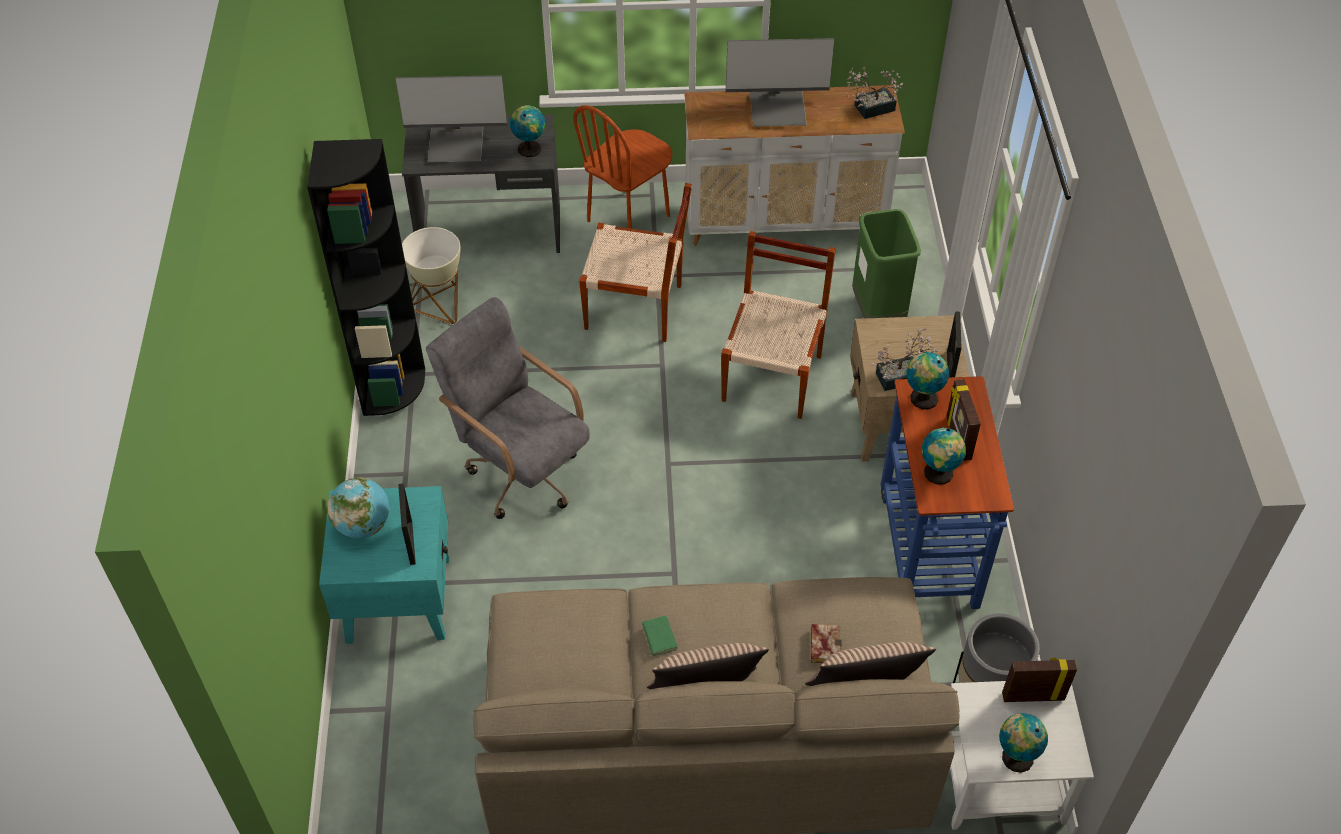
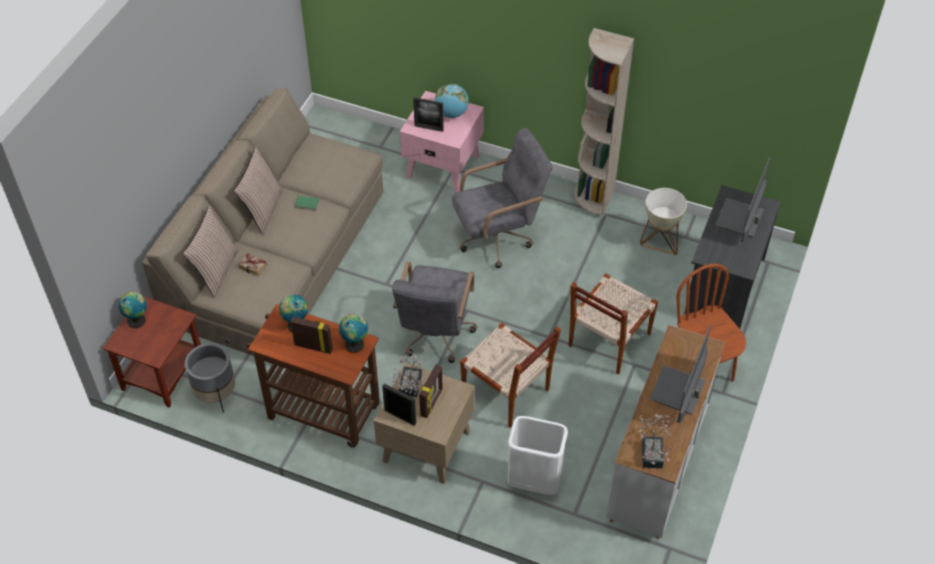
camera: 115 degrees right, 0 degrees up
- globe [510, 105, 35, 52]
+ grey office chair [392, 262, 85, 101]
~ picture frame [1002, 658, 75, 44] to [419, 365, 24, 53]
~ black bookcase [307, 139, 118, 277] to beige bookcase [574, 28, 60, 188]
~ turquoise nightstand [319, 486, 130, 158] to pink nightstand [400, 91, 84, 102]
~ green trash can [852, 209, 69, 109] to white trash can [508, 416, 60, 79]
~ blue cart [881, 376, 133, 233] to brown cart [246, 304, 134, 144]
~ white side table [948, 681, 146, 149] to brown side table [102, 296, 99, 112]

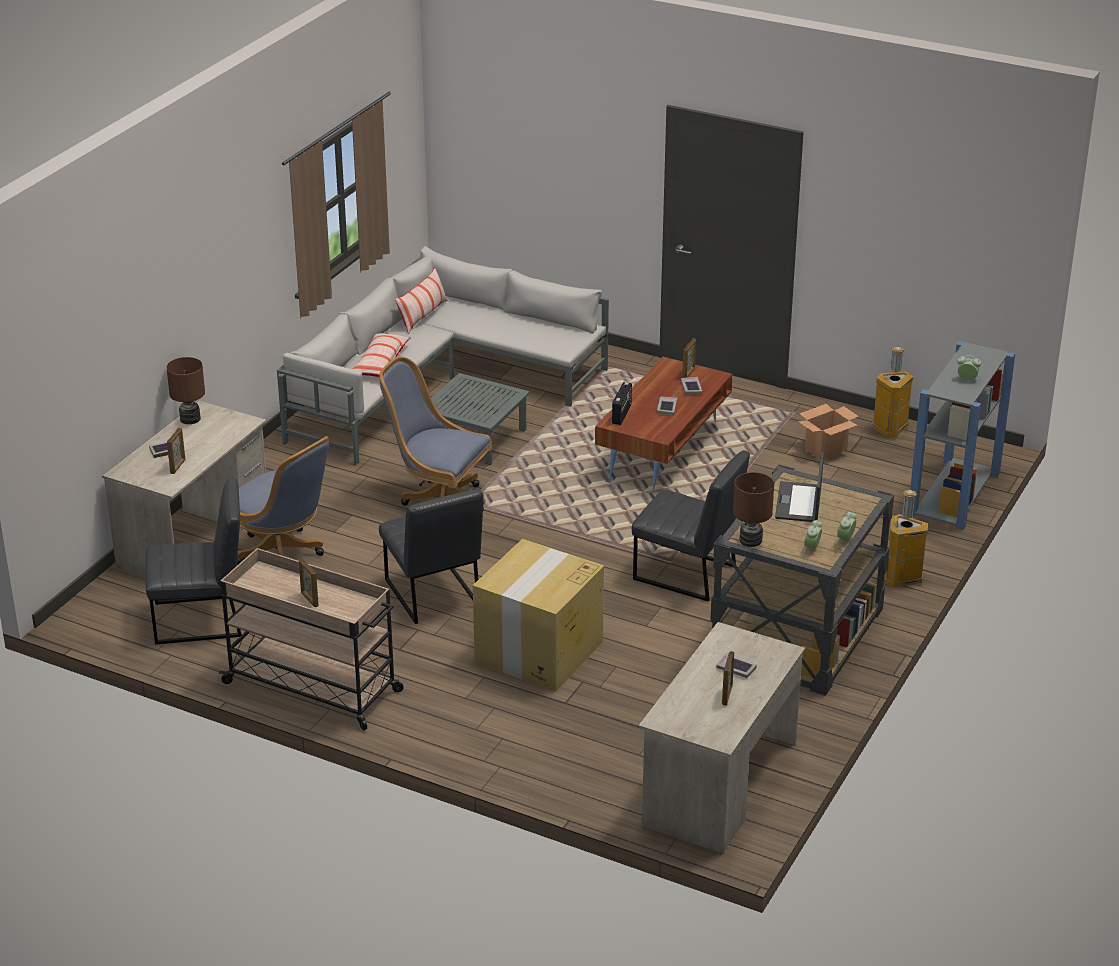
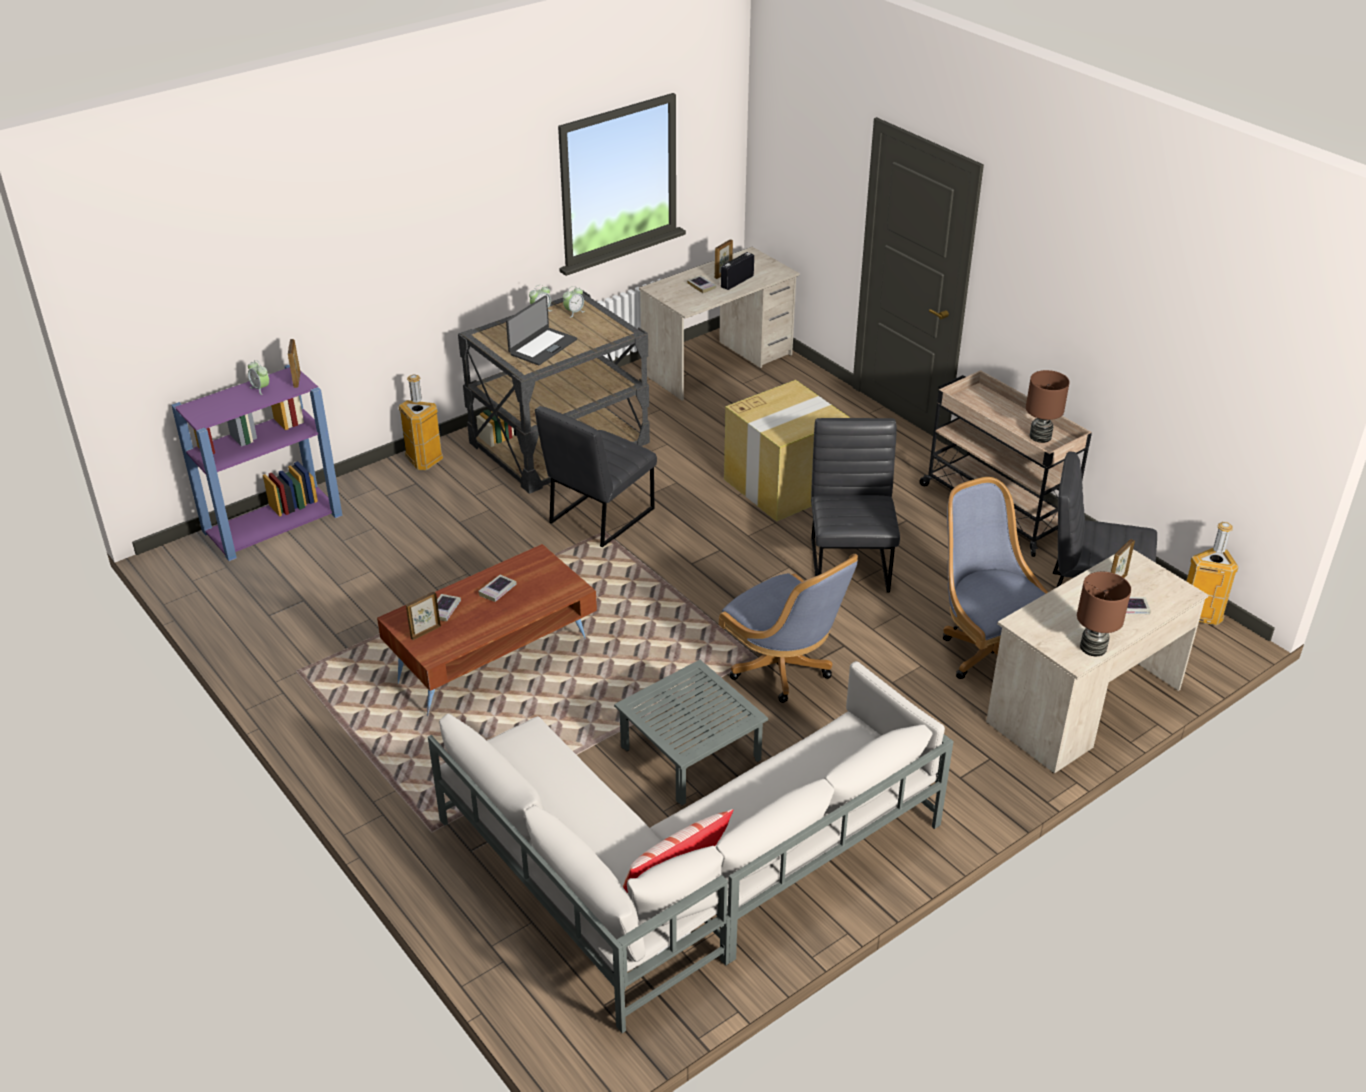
camera: 155 degrees left, 5 degrees up
- pillow [353, 333, 57, 44]
- cardboard box [798, 404, 61, 55]
~ picture frame [299, 558, 20, 49] to [288, 339, 12, 49]
~ radio [612, 382, 20, 43] to [721, 252, 33, 38]
~ brown table lamp [733, 472, 41, 75] to [1026, 370, 44, 73]
~ trash can [872, 346, 41, 92] to [1186, 522, 52, 103]
~ grey bookcase [910, 341, 105, 189] to purple bookcase [171, 364, 172, 197]
~ grey chair [632, 450, 118, 152] = [535, 406, 122, 141] 105 degrees counterclockwise

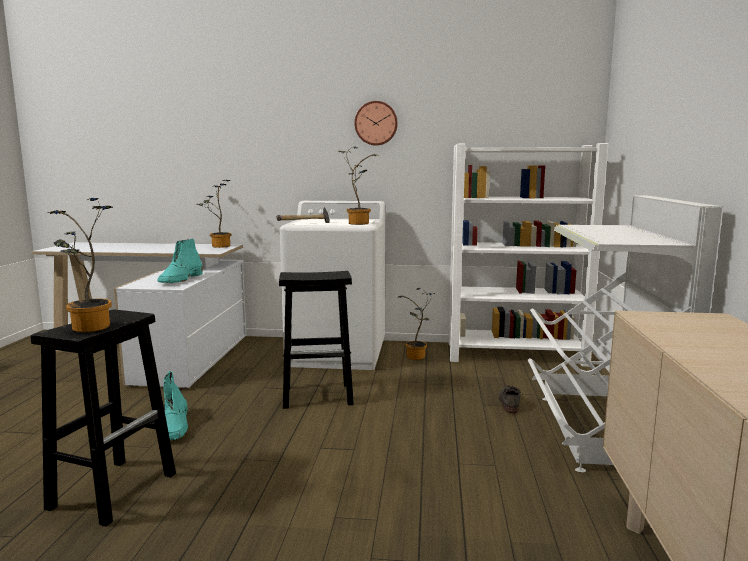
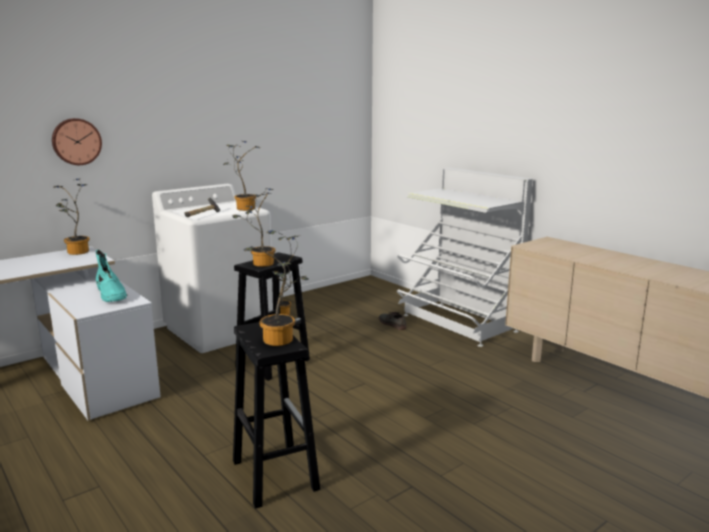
camera: 45 degrees left, 5 degrees up
- turquoise boot [163, 371, 25, 69]
- white bookcase [449, 143, 159, 224]
+ potted plant [232, 188, 44, 79]
~ wall clock [355, 101, 43, 45] to [52, 118, 50, 47]

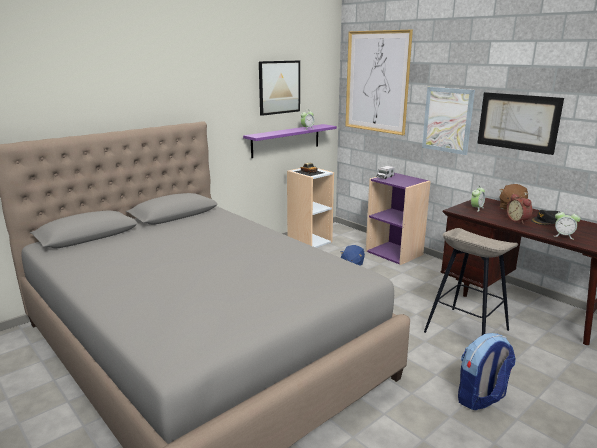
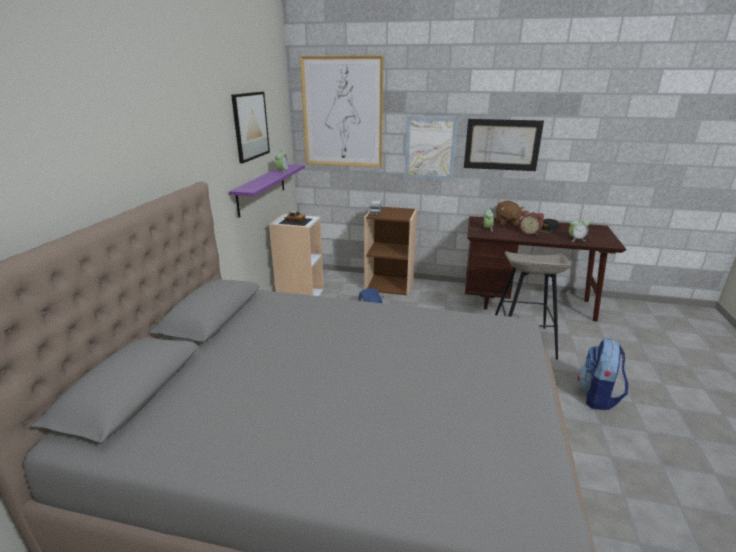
camera: 35 degrees left, 5 degrees up
~ purple bookcase [366, 173, 65, 92] to brown bookcase [364, 207, 53, 89]

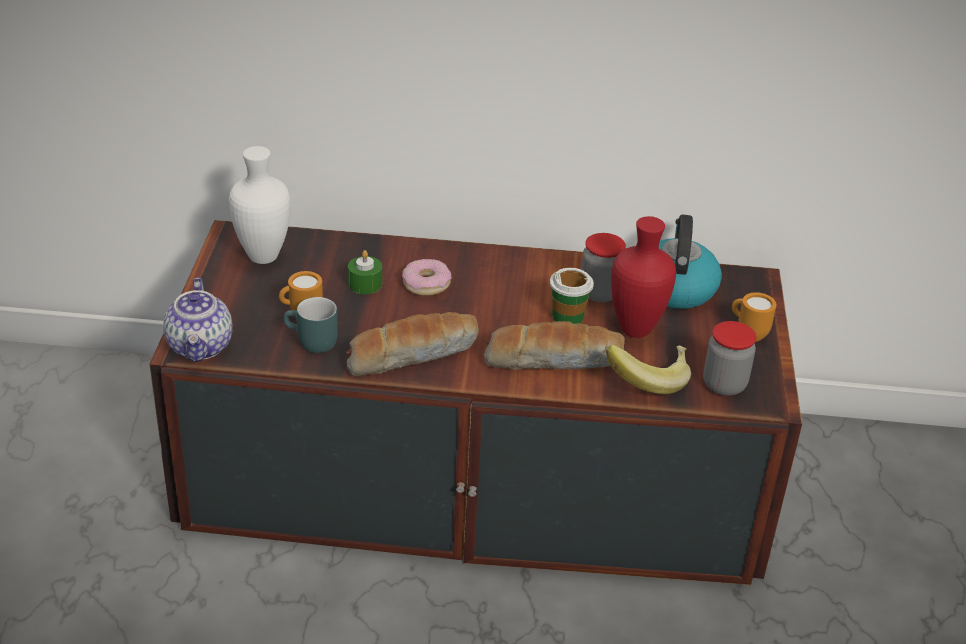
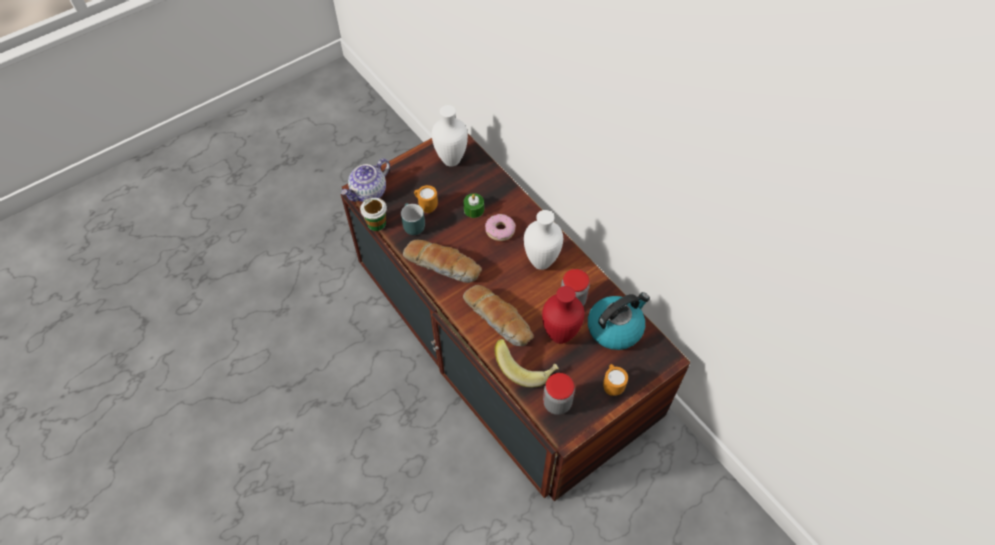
camera: 50 degrees right, 20 degrees up
+ white vase [524, 210, 39, 60]
~ cup [550, 268, 44, 56] to [360, 198, 27, 33]

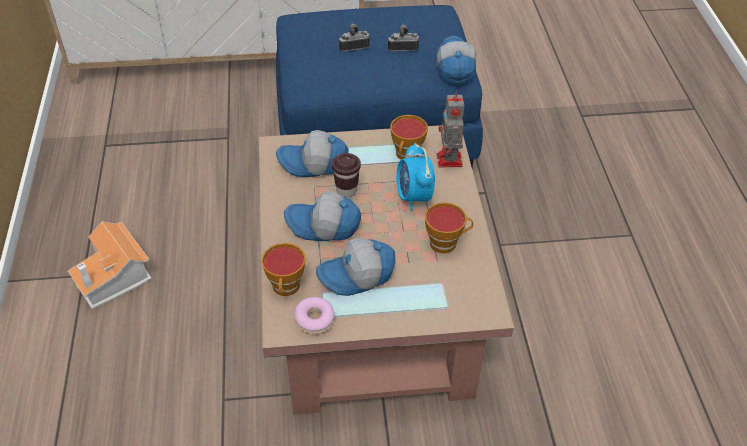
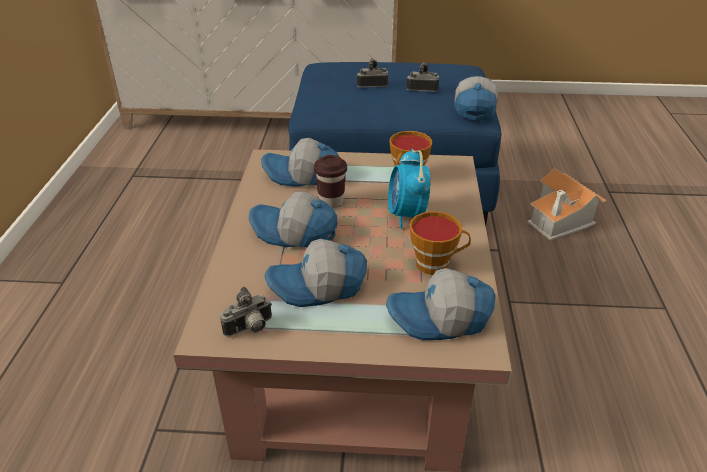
camera: 10 degrees right, 10 degrees down
- cup [261, 243, 45, 53]
- toy robot [437, 90, 27, 78]
+ cap [386, 268, 110, 72]
~ toy house [68, 222, 84, 87] to [527, 168, 79, 73]
~ donut [294, 297, 40, 37] to photo camera [220, 287, 52, 50]

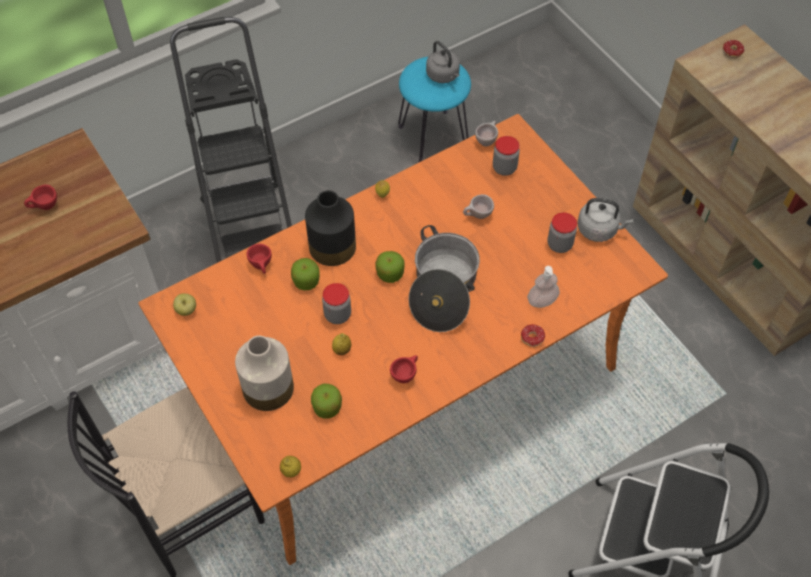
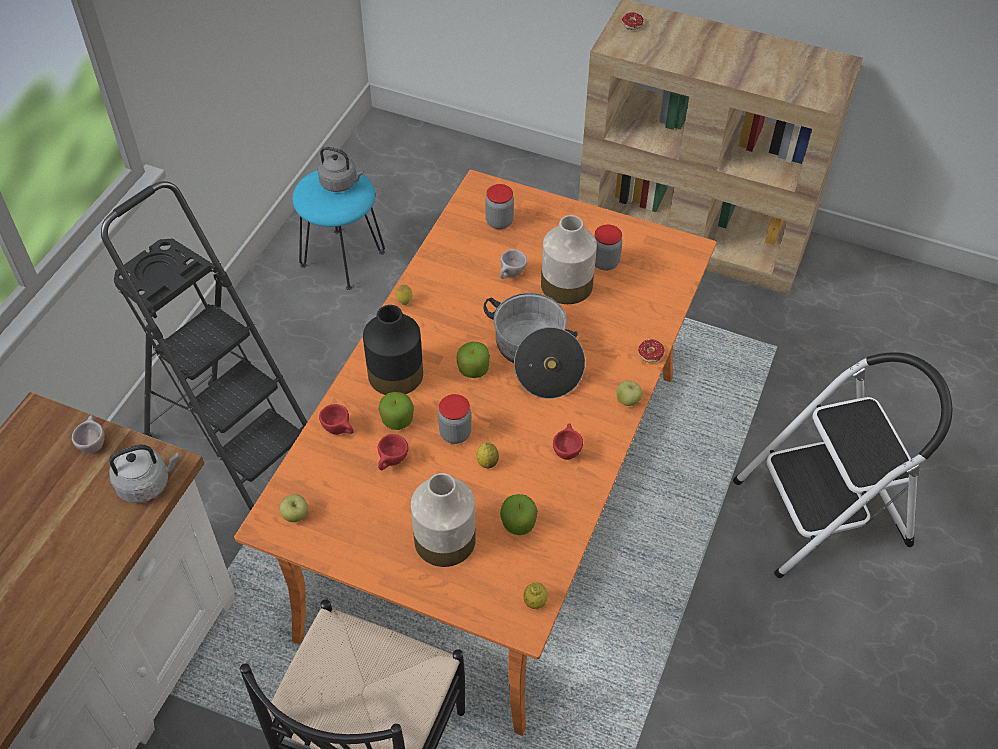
camera: 35 degrees left, 5 degrees down
- soap dispenser [527, 266, 33, 42]
+ beige vase [541, 215, 56, 89]
+ apple [616, 380, 26, 26]
~ red cup [24, 185, 33, 25] to [378, 434, 30, 36]
~ beige cup [475, 121, 23, 25] to [72, 415, 33, 38]
~ grey kettle [578, 198, 55, 44] to [109, 444, 71, 59]

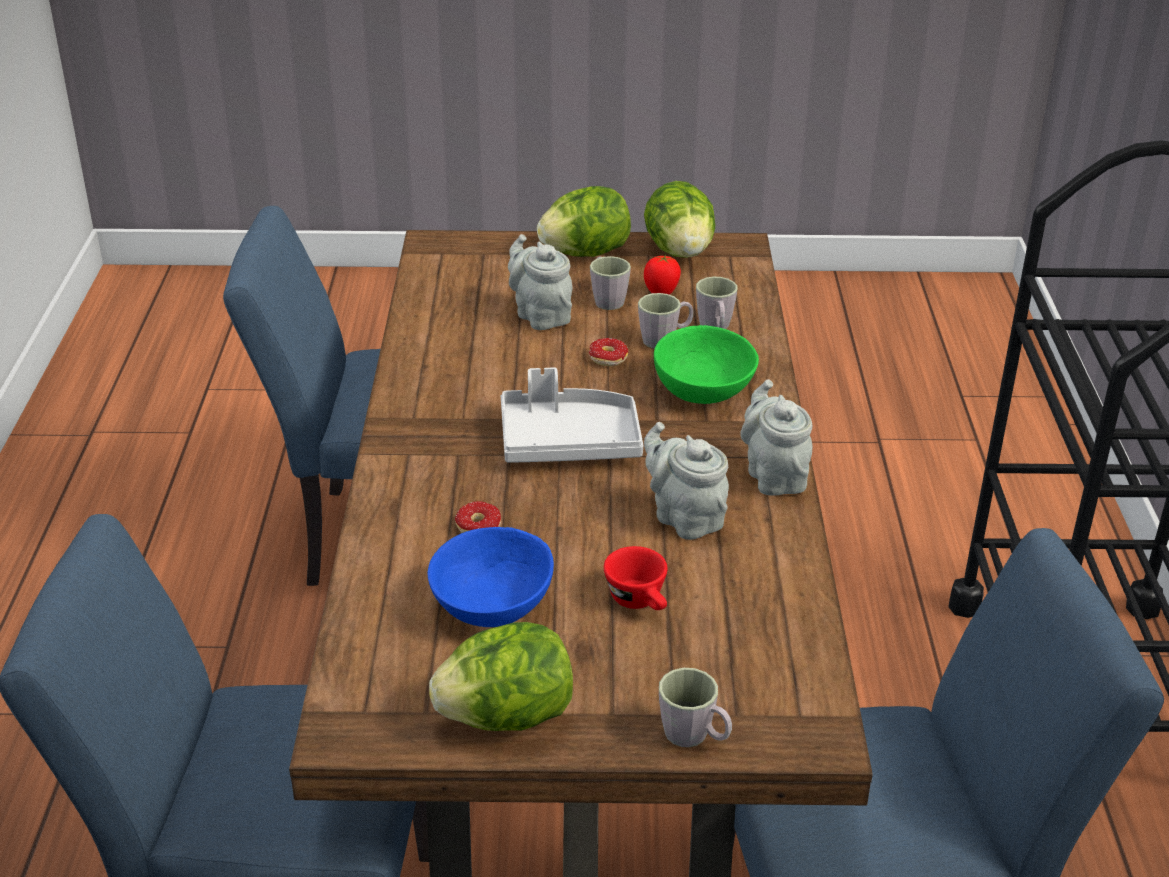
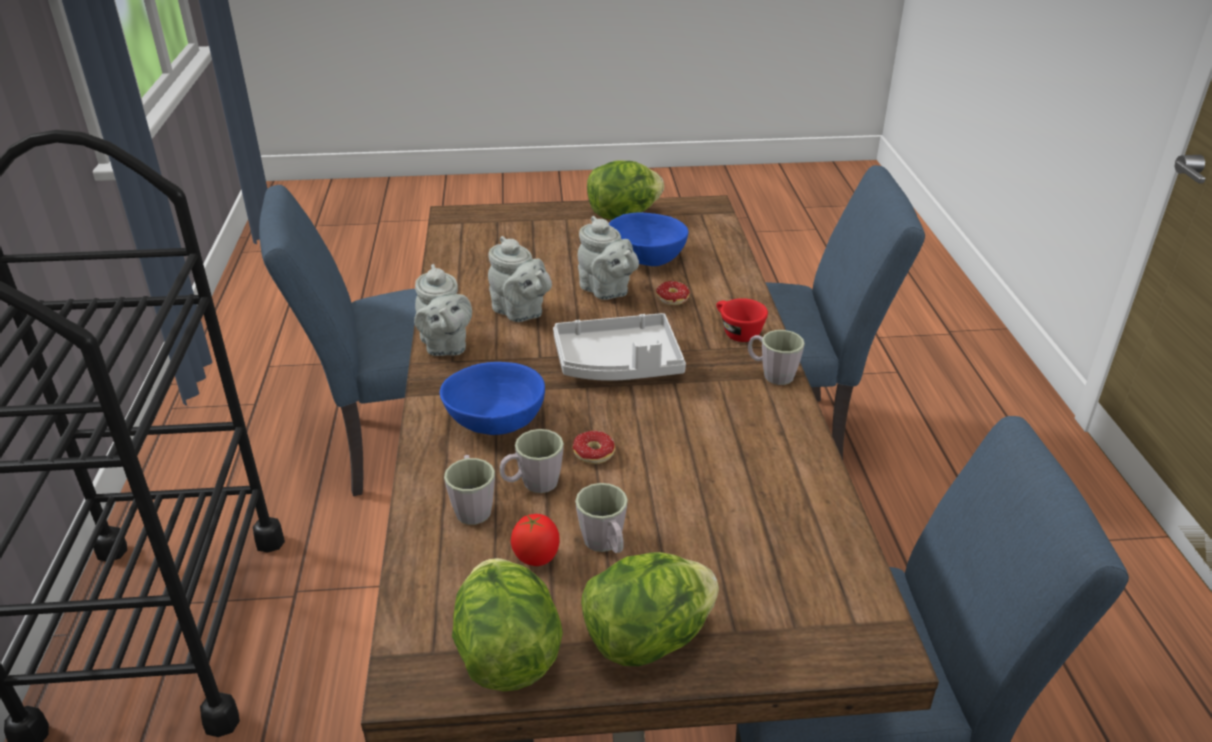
camera: 175 degrees right, 0 degrees up
~ grey teapot [508, 234, 65, 96] to [578, 216, 61, 84]
~ red cup [604, 546, 64, 64] to [716, 298, 52, 44]
~ grey mug [659, 668, 73, 79] to [748, 330, 57, 55]
~ green bowl [654, 325, 105, 79] to blue bowl [440, 362, 105, 73]

